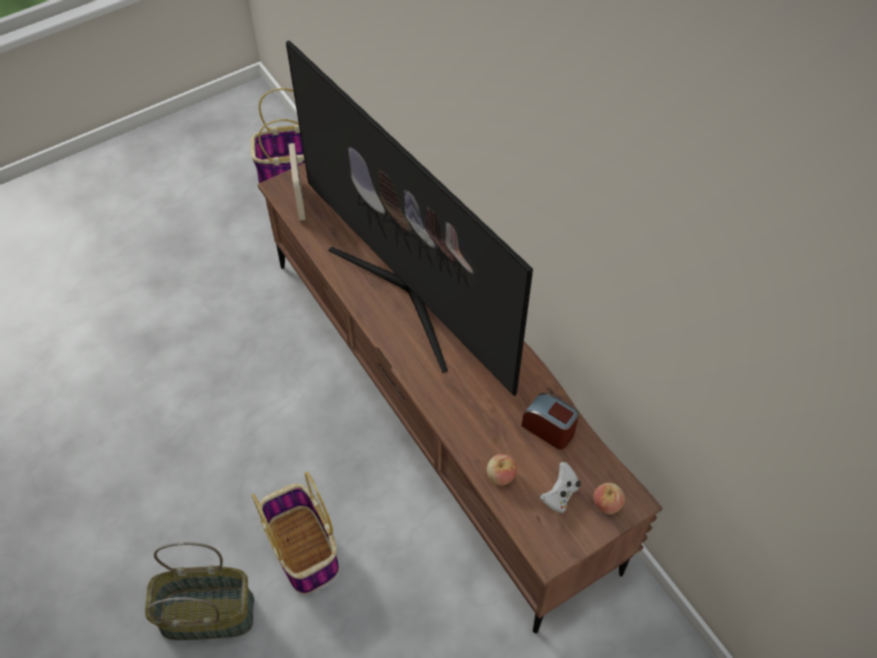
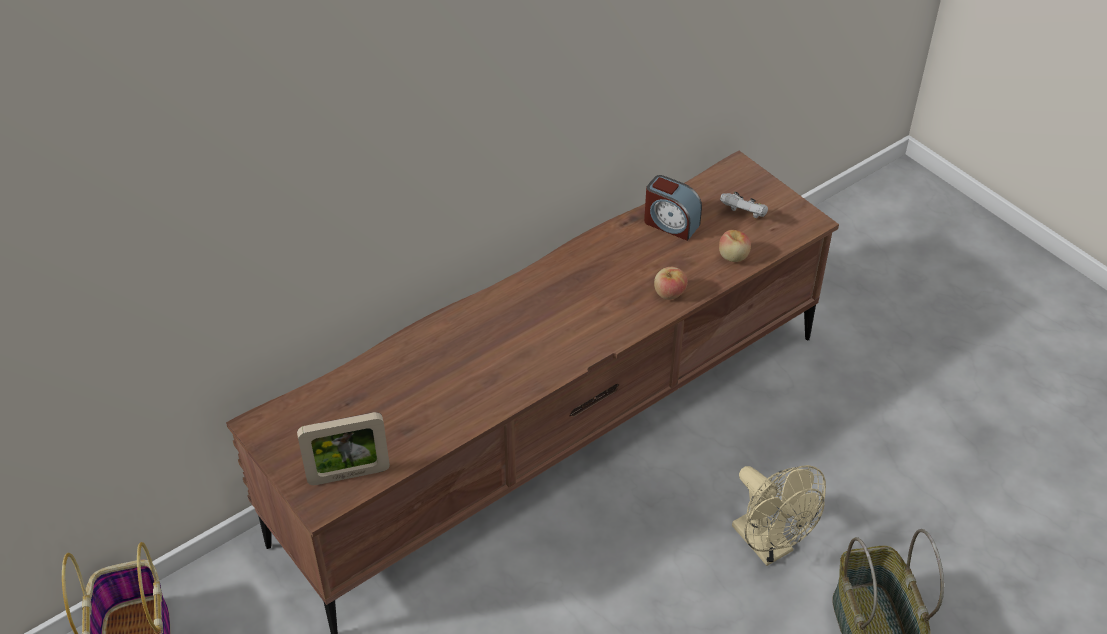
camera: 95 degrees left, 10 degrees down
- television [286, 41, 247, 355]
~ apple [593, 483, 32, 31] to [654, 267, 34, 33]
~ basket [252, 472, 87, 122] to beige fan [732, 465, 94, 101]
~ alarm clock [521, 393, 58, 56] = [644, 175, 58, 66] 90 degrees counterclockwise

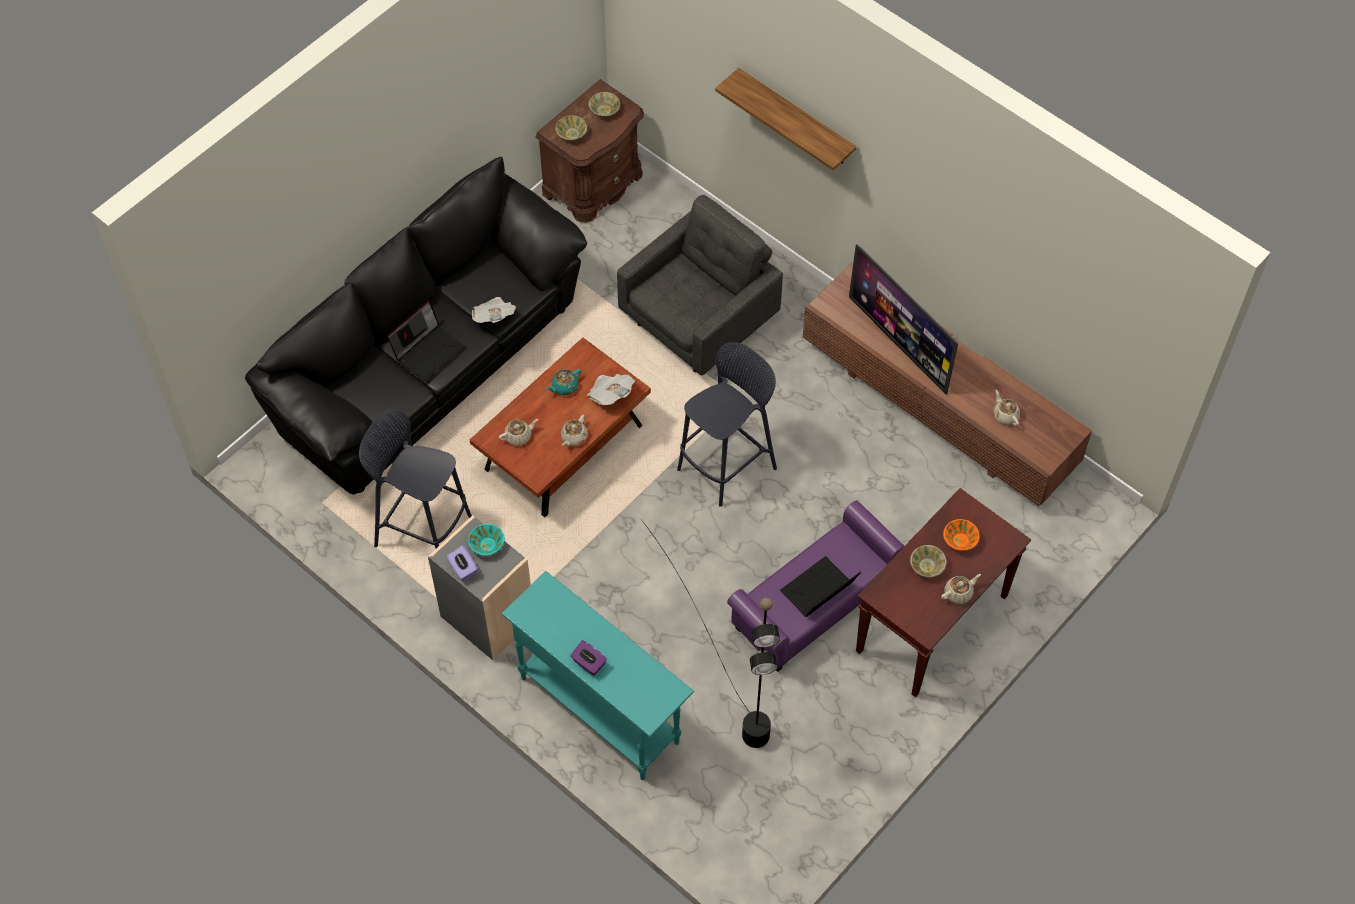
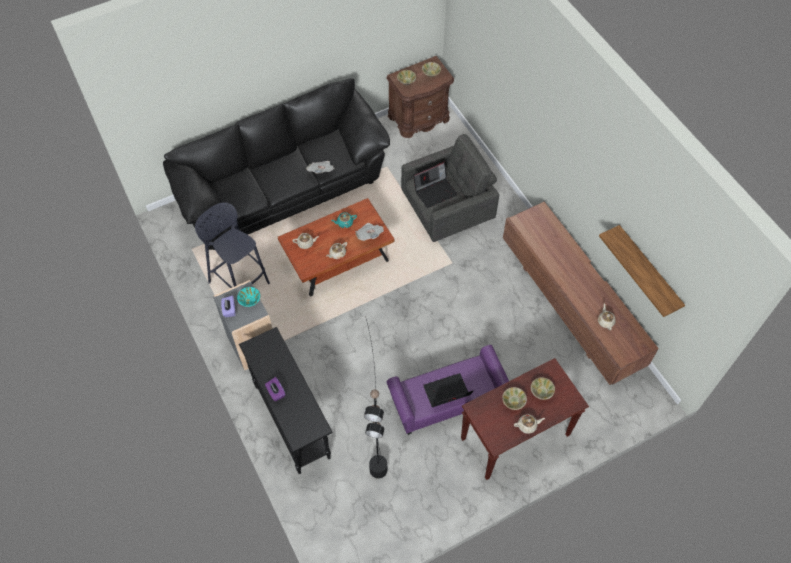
camera: 20 degrees right, 0 degrees up
- grey stool [677, 342, 100, 165]
- television [849, 244, 109, 151]
~ laptop [387, 301, 78, 81] to [413, 162, 44, 46]
~ shelf [715, 68, 141, 102] to [599, 225, 86, 92]
~ turquoise console table [501, 571, 193, 209] to black console table [239, 327, 94, 147]
~ orange bowl [943, 519, 37, 32] to beige bowl [531, 377, 24, 23]

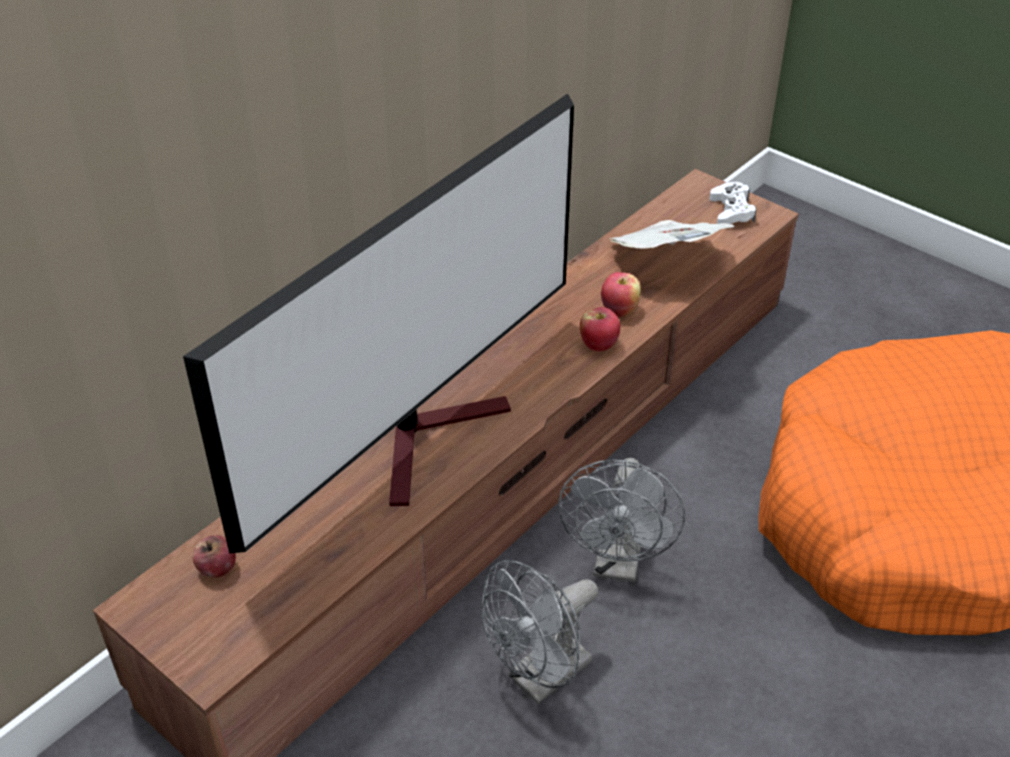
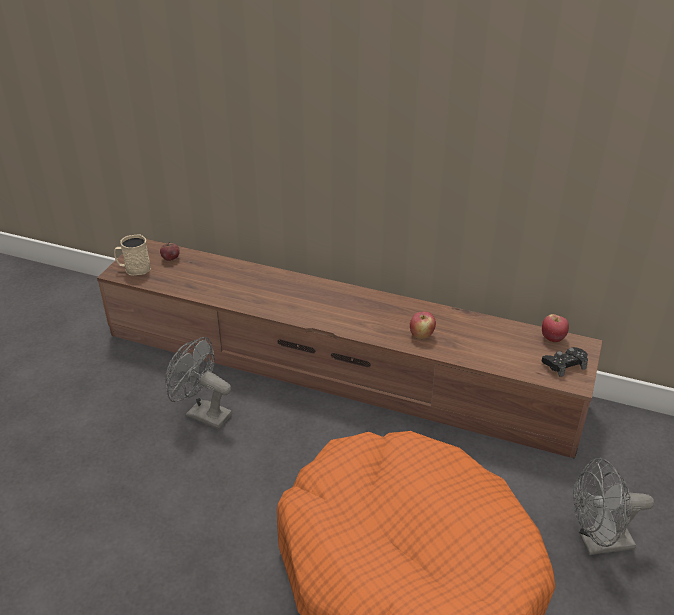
camera: 70 degrees right, 5 degrees down
- television [183, 94, 391, 460]
- newspaper [609, 220, 126, 29]
+ beige mug [114, 234, 37, 42]
~ grey fan [558, 458, 127, 124] to [573, 458, 81, 97]
~ apple [580, 307, 40, 45] to [542, 314, 27, 28]
~ white game controller [709, 182, 47, 42] to black game controller [541, 347, 47, 30]

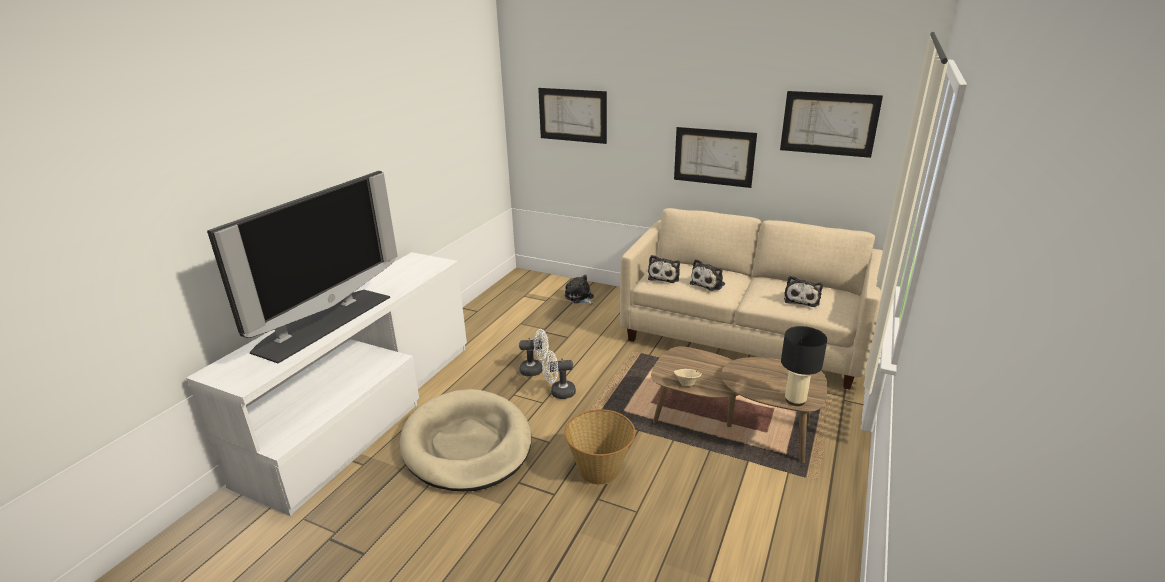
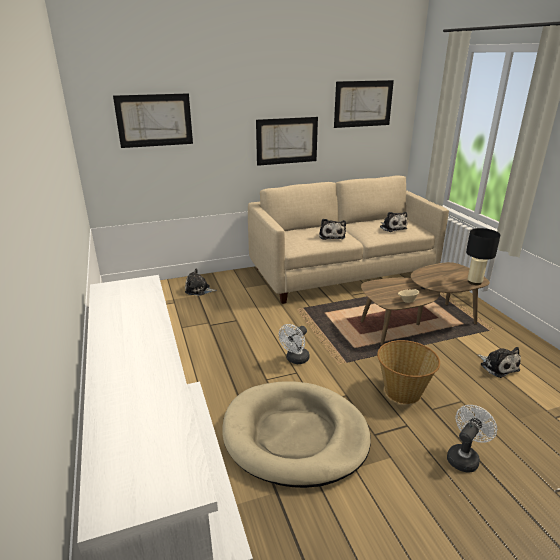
camera: 45 degrees left, 0 degrees up
- television [207, 171, 190, 192]
~ white fan [519, 329, 30, 47] to [447, 405, 50, 68]
~ plush toy [648, 255, 32, 28] to [478, 347, 43, 31]

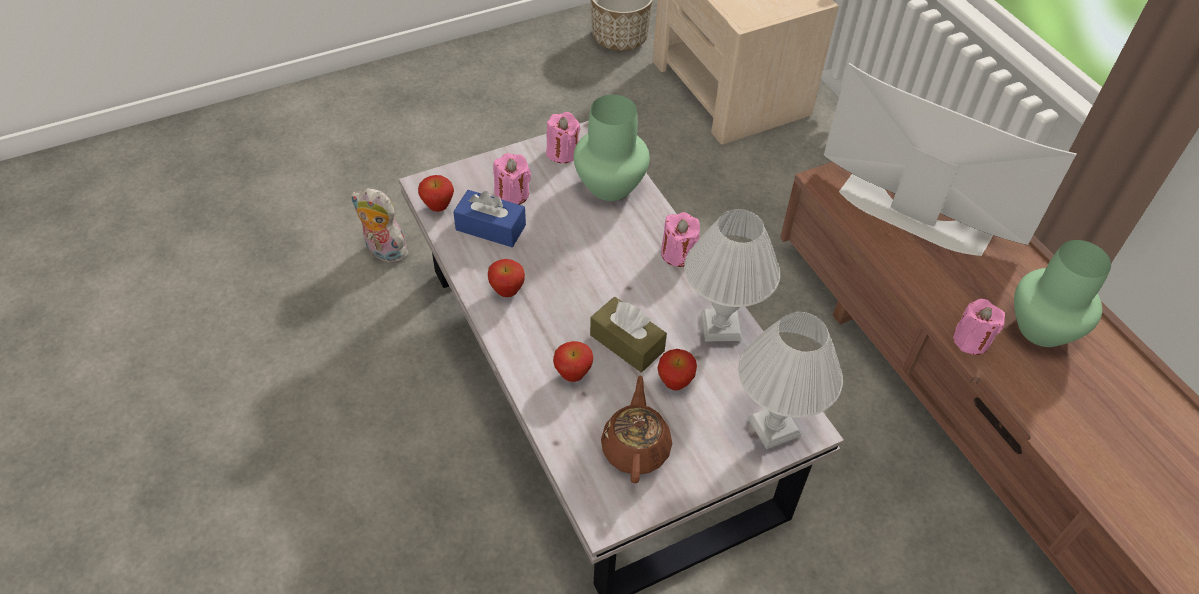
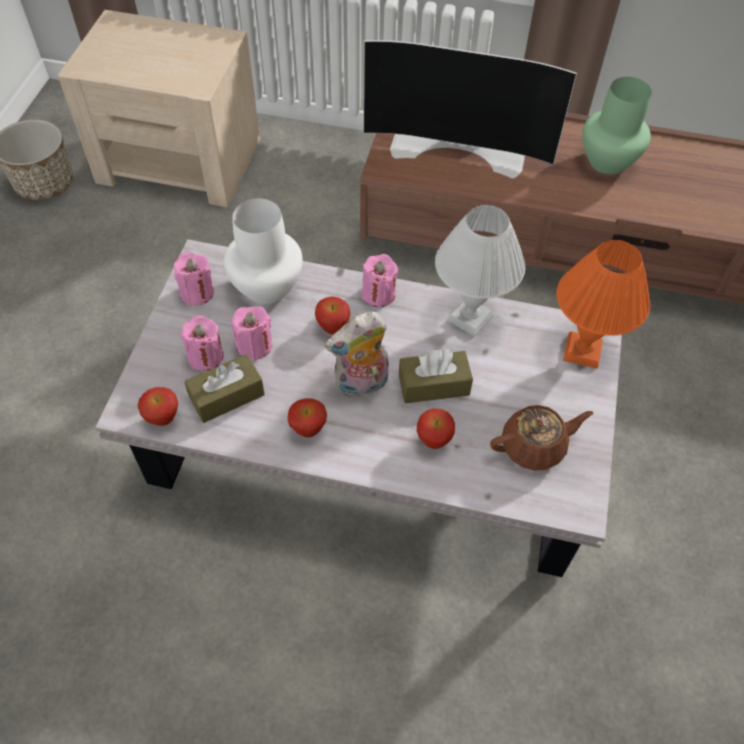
camera: 50 degrees left, 5 degrees up
~ plush toy [351, 188, 57, 75] to [325, 311, 64, 88]
~ apple [657, 349, 40, 42] to [315, 296, 35, 38]
~ pink candle [953, 299, 52, 56] to [231, 307, 41, 54]
~ blue tissue box [453, 190, 73, 57] to brown tissue box [184, 354, 81, 69]
~ green vase [573, 95, 77, 106] to white vase [224, 198, 79, 106]
~ white table lamp [738, 312, 105, 137] to orange table lamp [557, 240, 93, 129]
~ brown teapot [601, 375, 71, 108] = [490, 405, 104, 66] 120 degrees clockwise
~ television [824, 63, 253, 193] = [363, 40, 214, 138] 150 degrees counterclockwise

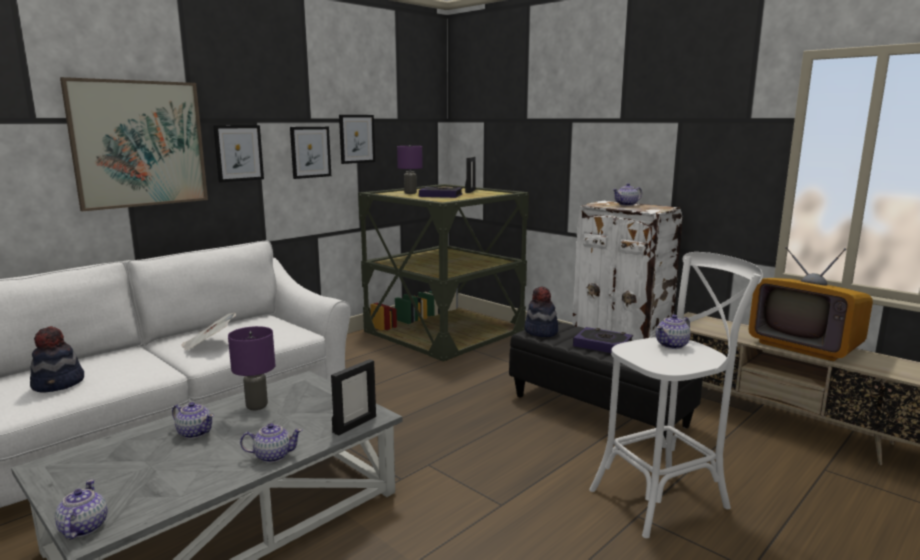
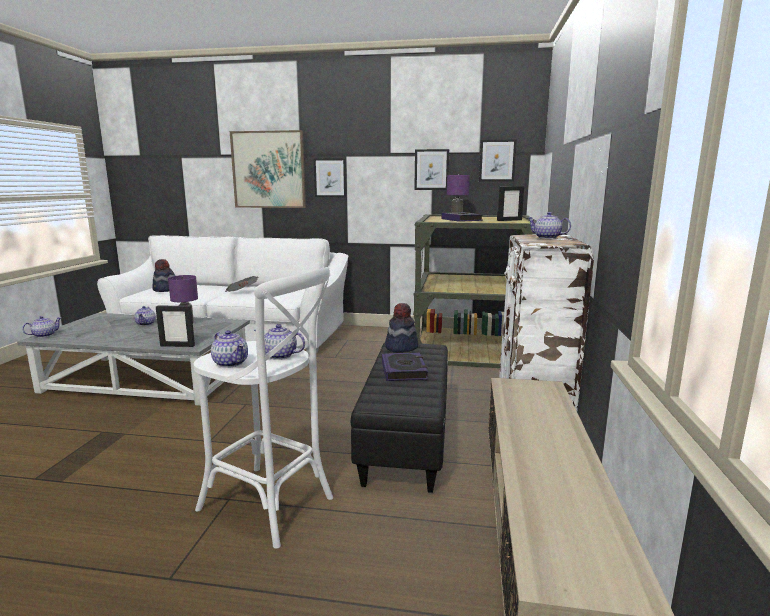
camera: 55 degrees right, 0 degrees up
- television [749, 246, 124, 115]
~ teapot [240, 423, 63, 40] to [211, 330, 37, 38]
~ picture [290, 127, 41, 52] to [479, 139, 38, 42]

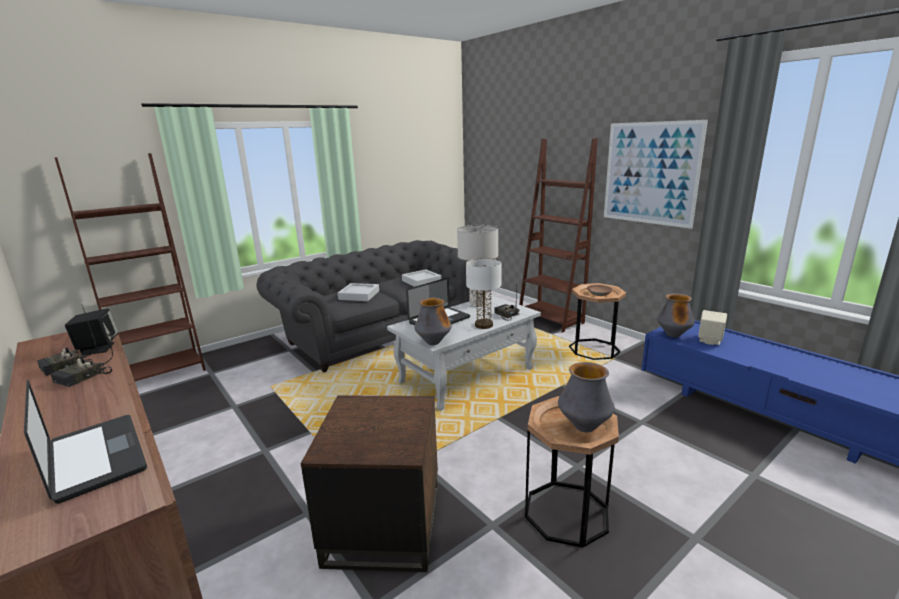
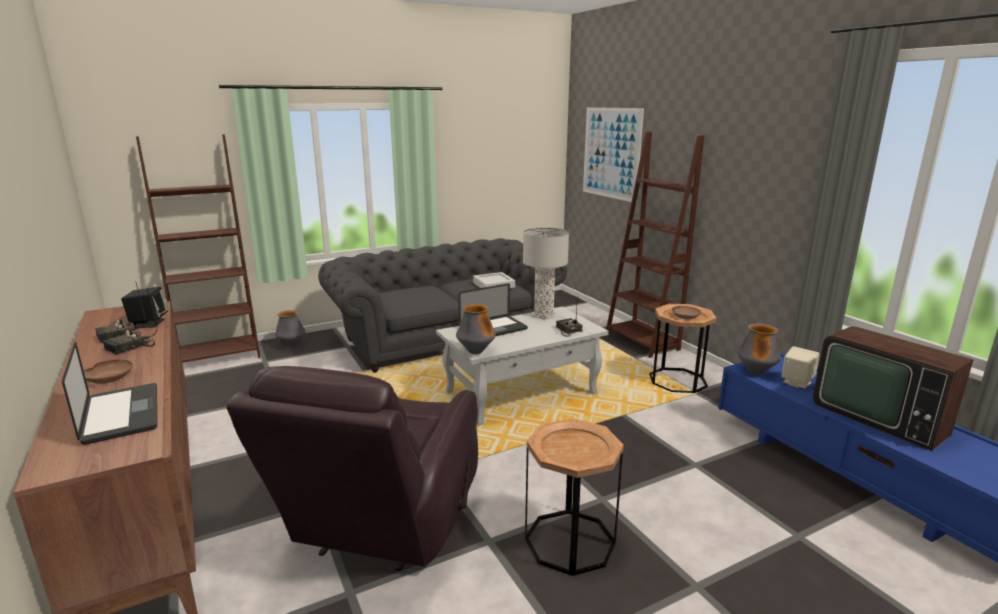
camera: 10 degrees right, 0 degrees up
- grey tray [338, 283, 41, 18]
- table lamp [466, 258, 36, 71]
+ brown bowl [84, 359, 49, 25]
+ television [813, 326, 161, 125]
~ vase [558, 362, 57, 70] to [275, 310, 30, 38]
~ picture [604, 120, 104, 109] to [583, 107, 61, 96]
~ brown side table [301, 395, 137, 177] to brown armchair [226, 366, 252, 205]

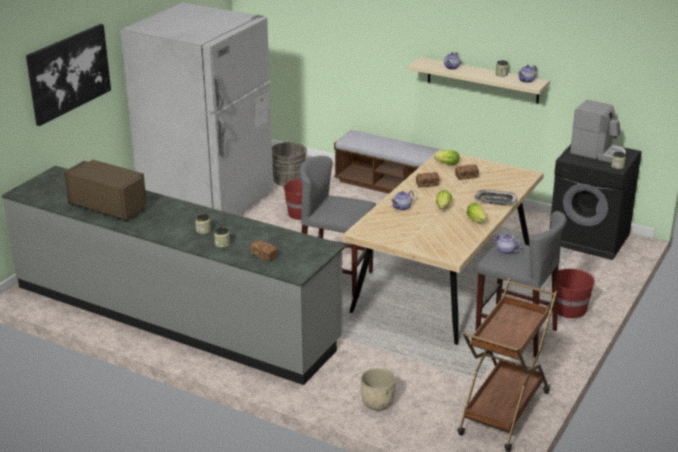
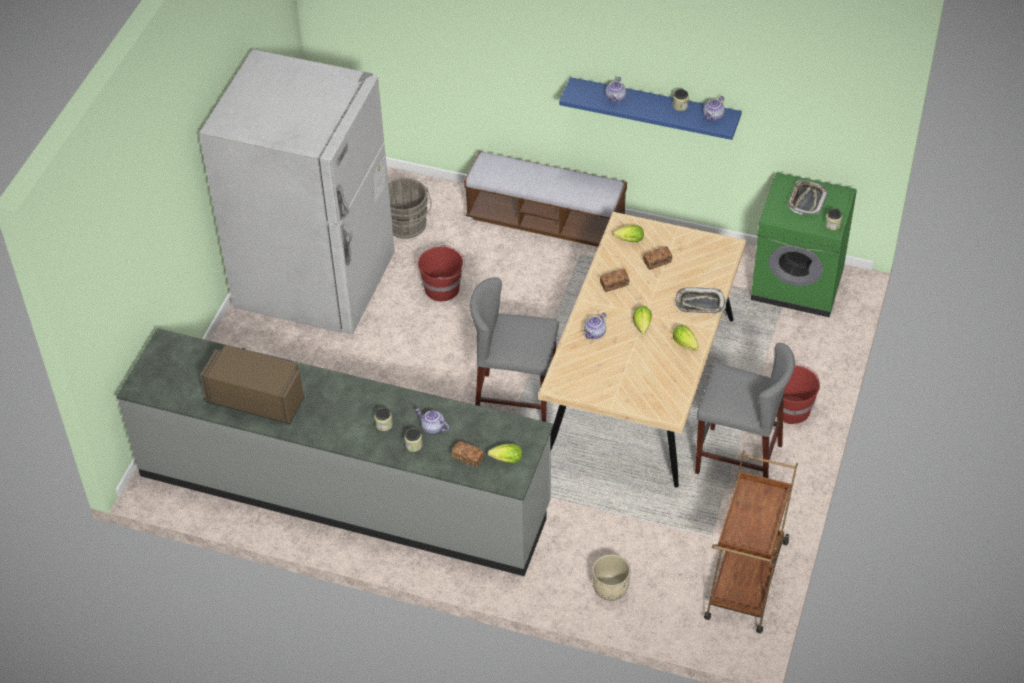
camera: 10 degrees left, 20 degrees up
- picture [26, 24, 85, 102]
+ lettuce [488, 444, 34, 19]
~ teapot [494, 233, 27, 22] to [416, 409, 33, 25]
~ coffee machine [570, 100, 56, 62] to tray [788, 180, 40, 35]
~ beige shelf [408, 57, 142, 47] to blue shelf [559, 77, 183, 63]
~ black washing machine [549, 144, 92, 116] to green washing machine [751, 173, 106, 144]

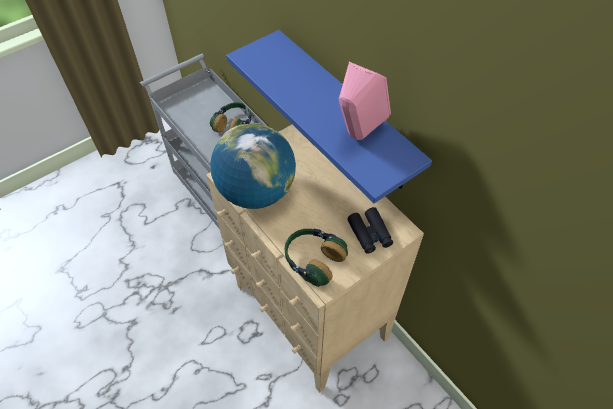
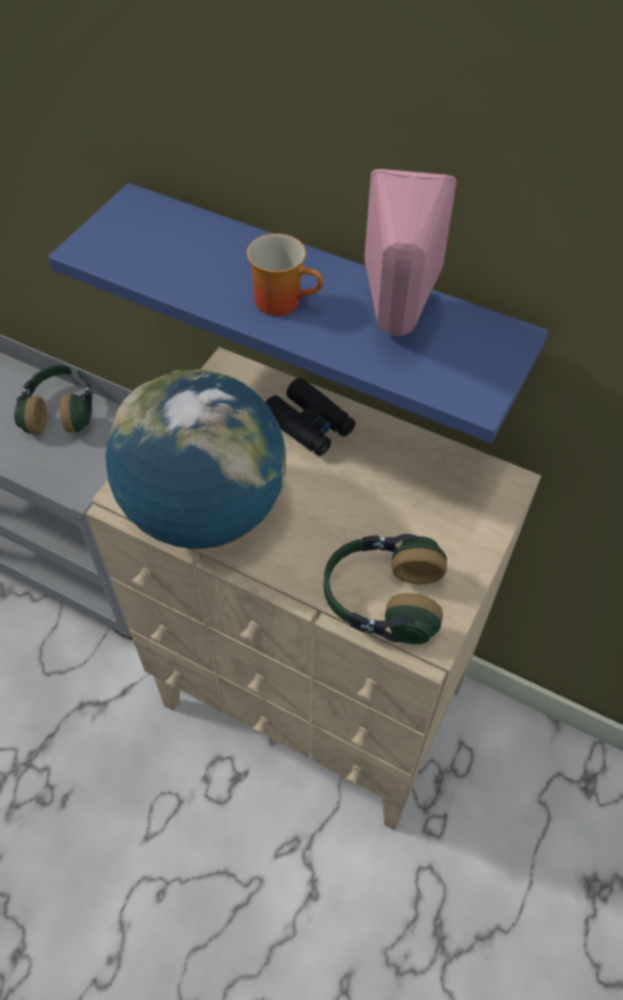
camera: 25 degrees left, 0 degrees up
+ mug [247, 234, 77, 82]
~ black binoculars [348, 207, 45, 47] to [265, 378, 90, 78]

